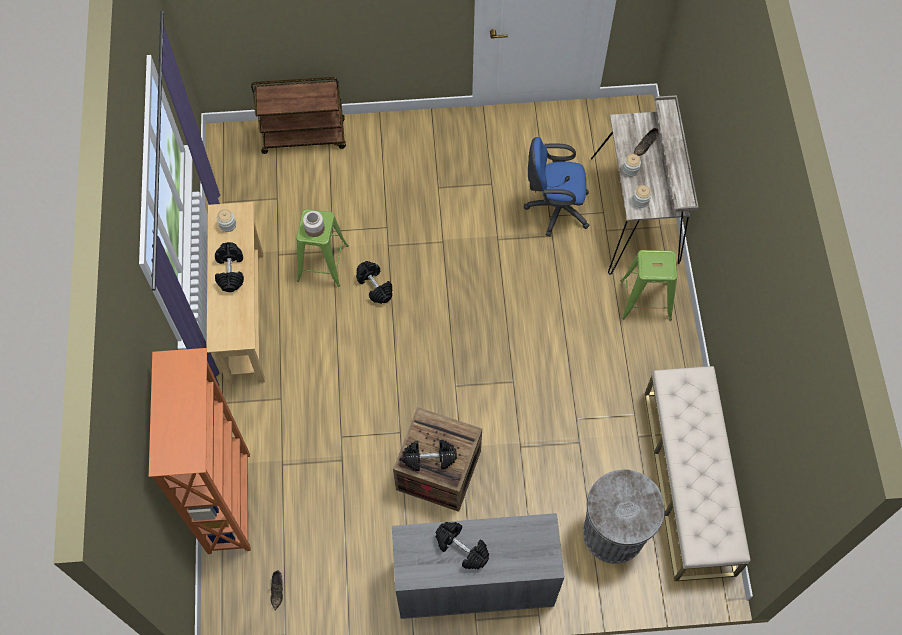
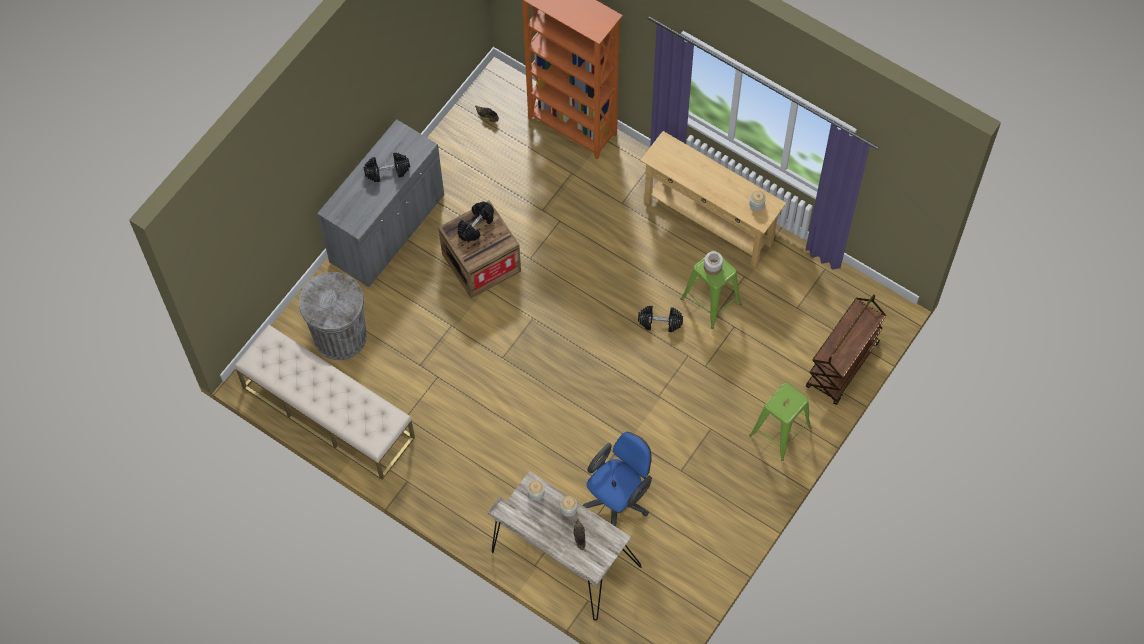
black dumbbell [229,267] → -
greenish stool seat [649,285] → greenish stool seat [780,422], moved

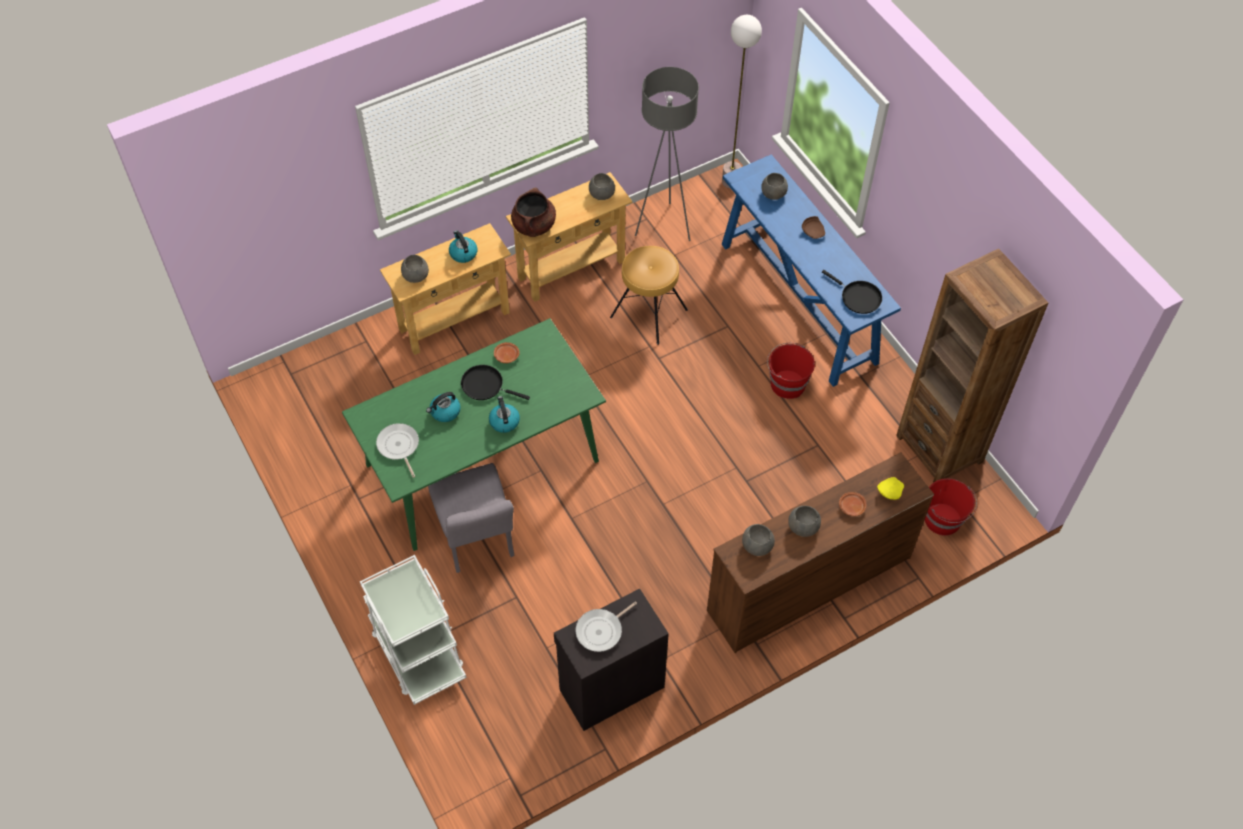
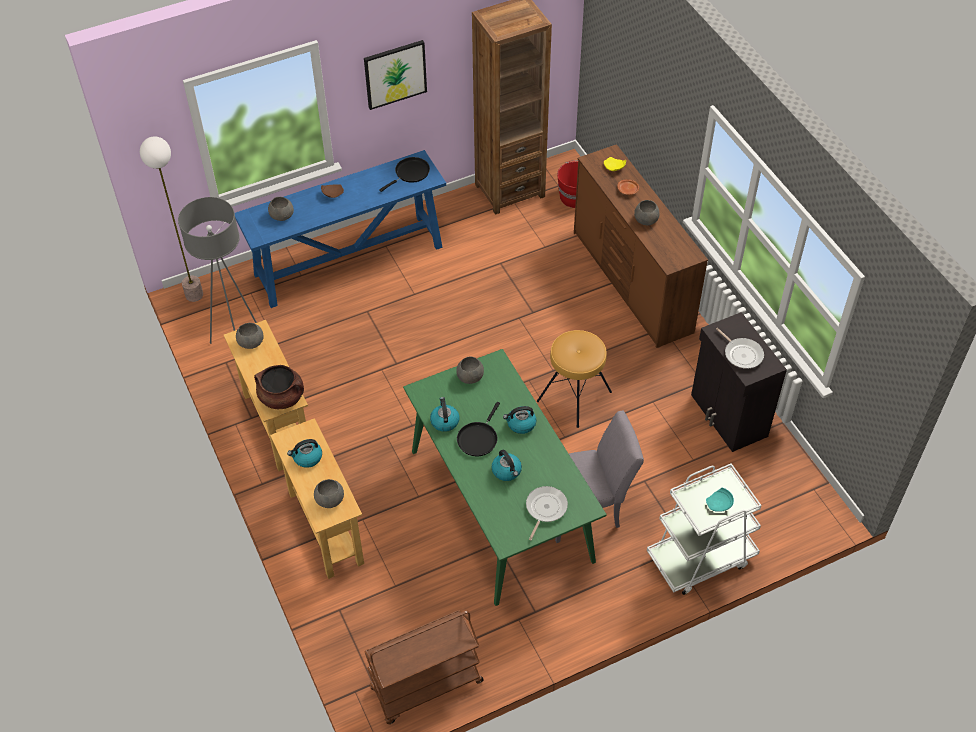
red-coloured water bucket [791,371] → -
- → wall art [395,75]
- → brown trolley [424,667]
- → turquoise flat dish [720,499]
brown stool seat [649,295] → brown stool seat [574,379], moved
greyish serving bowl [758,540] → greyish serving bowl [470,370], moved
brown flat dish [507,352] → kettle [444,414]
skillet [397,450] → skillet [547,513], 135 degrees clockwise

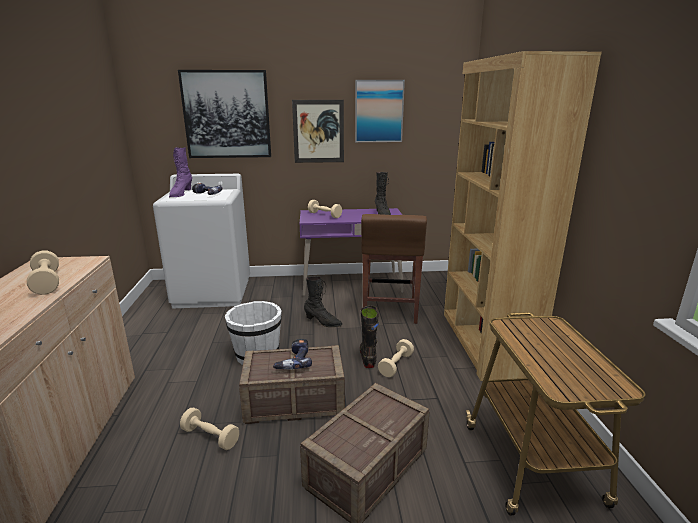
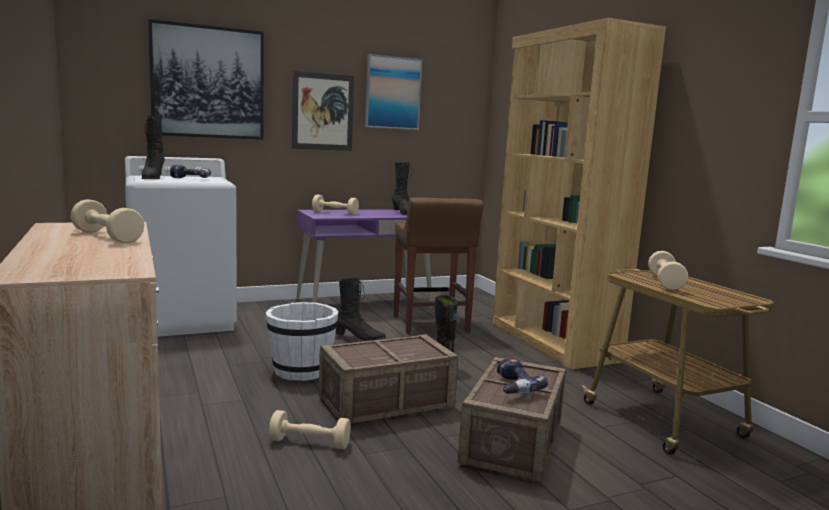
drill [292,354] → drill [522,376], moved
beige dumbbell [396,358] → beige dumbbell [668,270], moved
purple tall boot [180,172] → black tall boot [153,147]

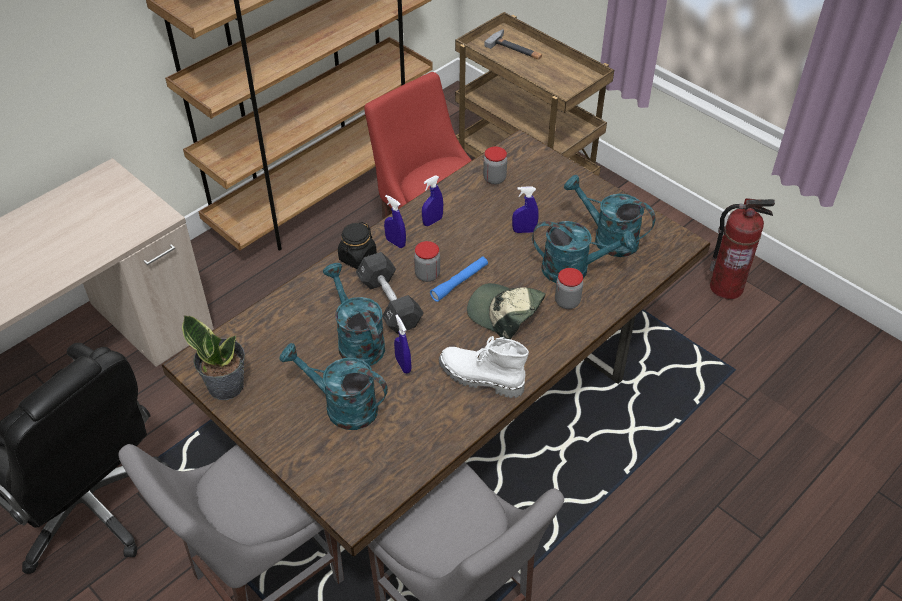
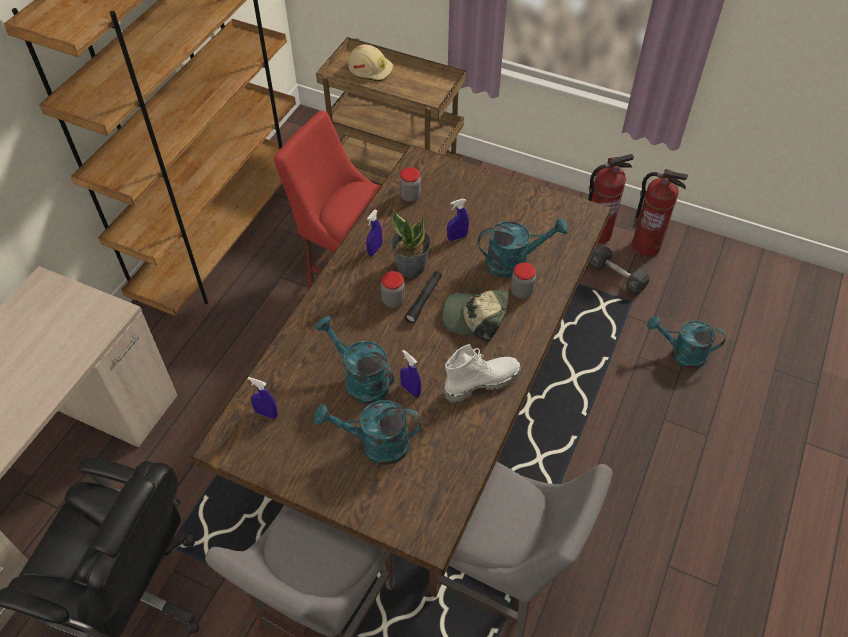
black preserve jar [357,245] → -
- → fire extinguisher [660,212]
plant in a pot [213,357] → plant in a pot [411,244], moved
black dumbbell [390,293] → black dumbbell [619,269], moved
blue-coloured hand sprayer [395,221] → blue-coloured hand sprayer [263,398], moved
turquoise watering pot [610,216] → turquoise watering pot [686,342], moved
tool hammer [513,44] → beige work helmet [370,63]
blue-coloured hand torch [459,279] → black hand torch [423,297]
whitish tall boot [484,367] → whitish tall boot [482,373], 150 degrees clockwise

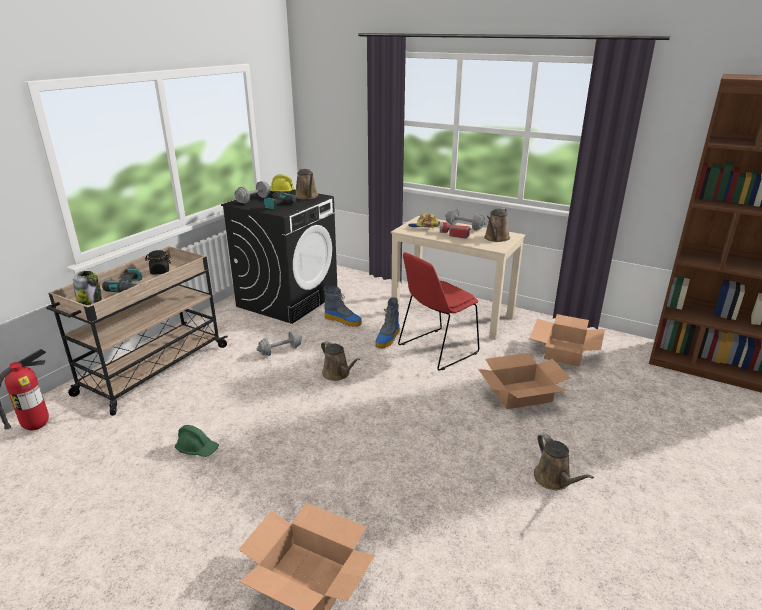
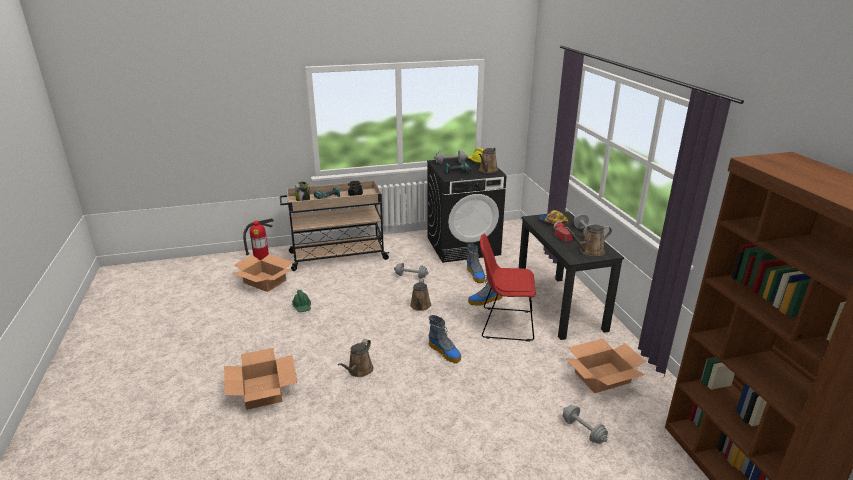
- → tall boot [445,339]
- → greyish dumbbell [585,424]
carton [524,381] → carton [263,273], moved
brown watering pot [564,461] → brown watering pot [355,358], moved
beige desk table [458,278] → black desk table [571,275]

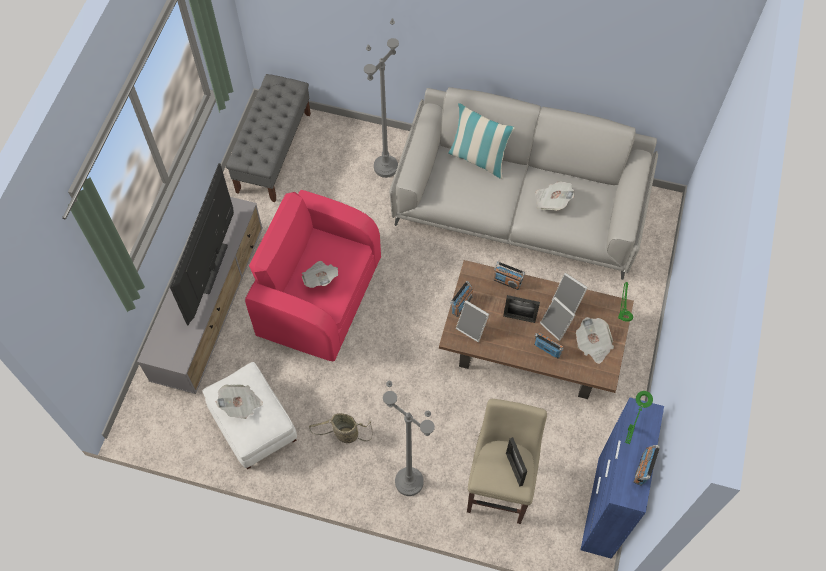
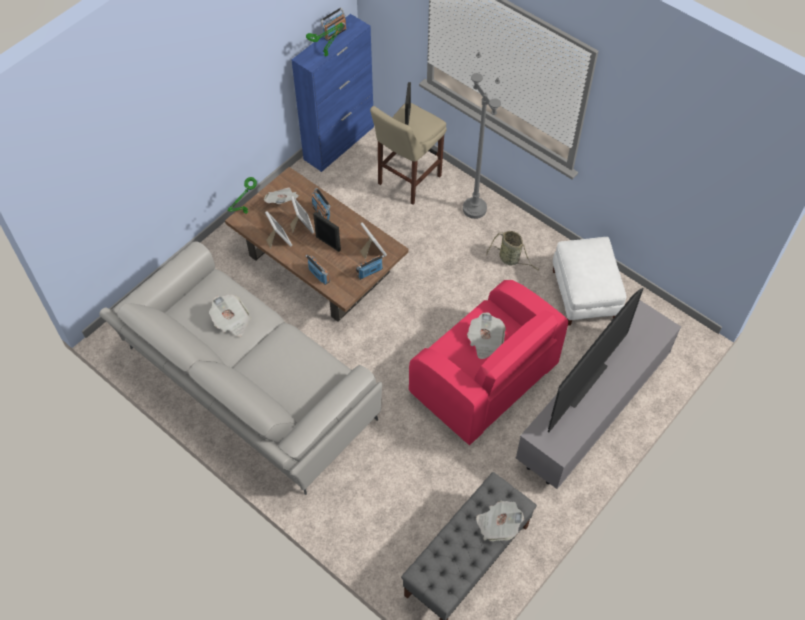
greyish standing lamp [381,98] → -
cushion [481,141] → -
daily paper [239,402] → daily paper [500,521], moved

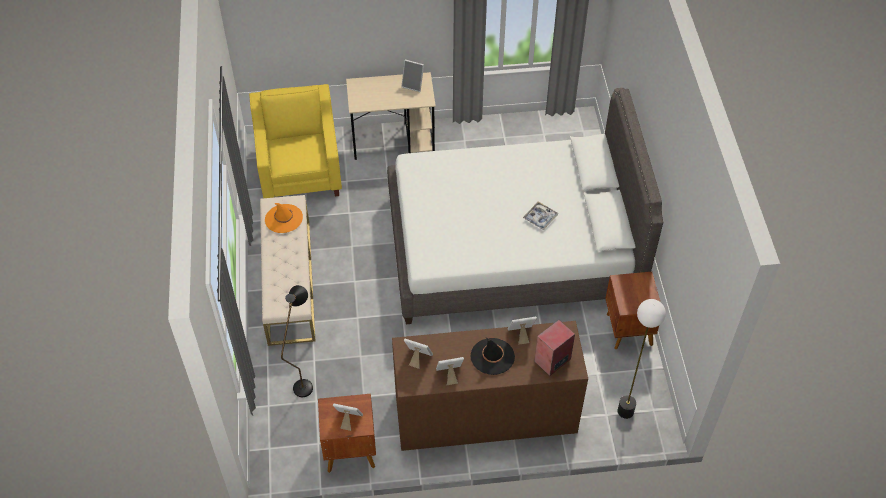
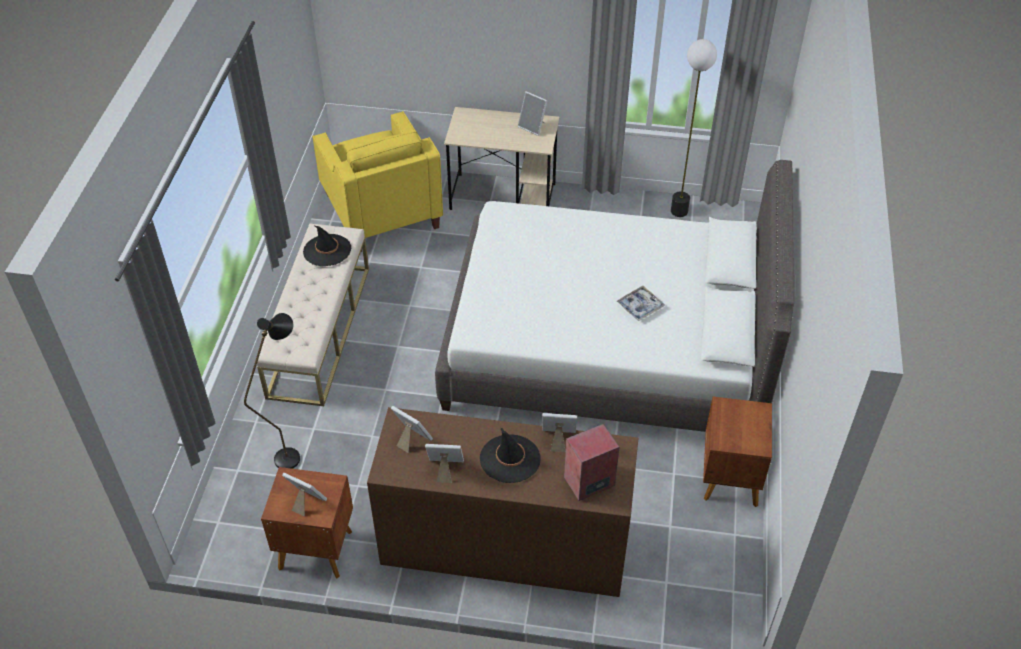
standing lamp [642,359] → standing lamp [694,128], moved
orange-coloured wearable hat [284,218] → black wearable hat [327,246]
yellow-coloured easy chair [295,141] → yellow-coloured easy chair [377,181], 150 degrees clockwise

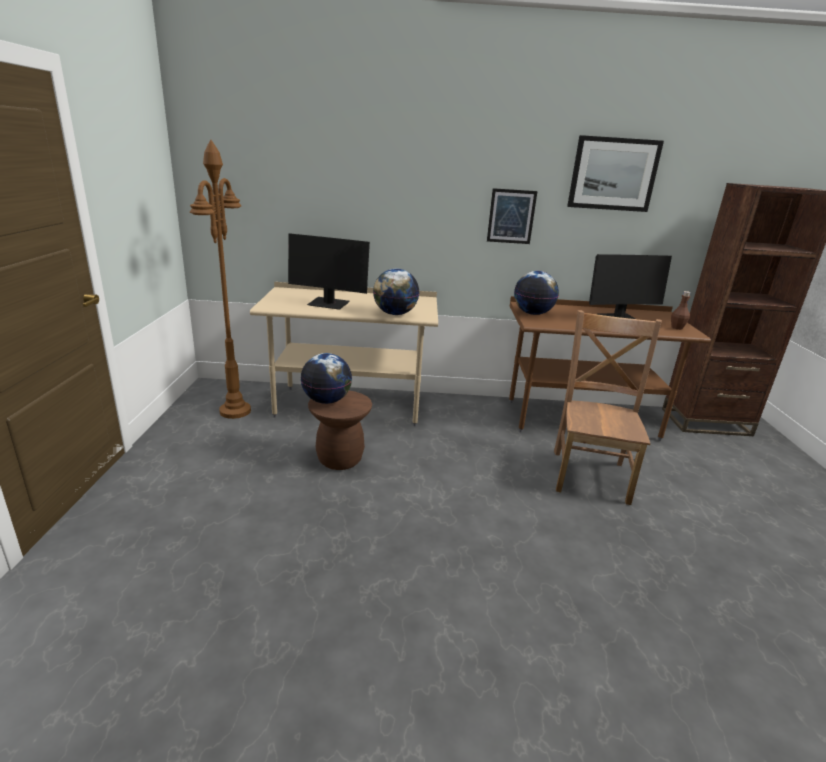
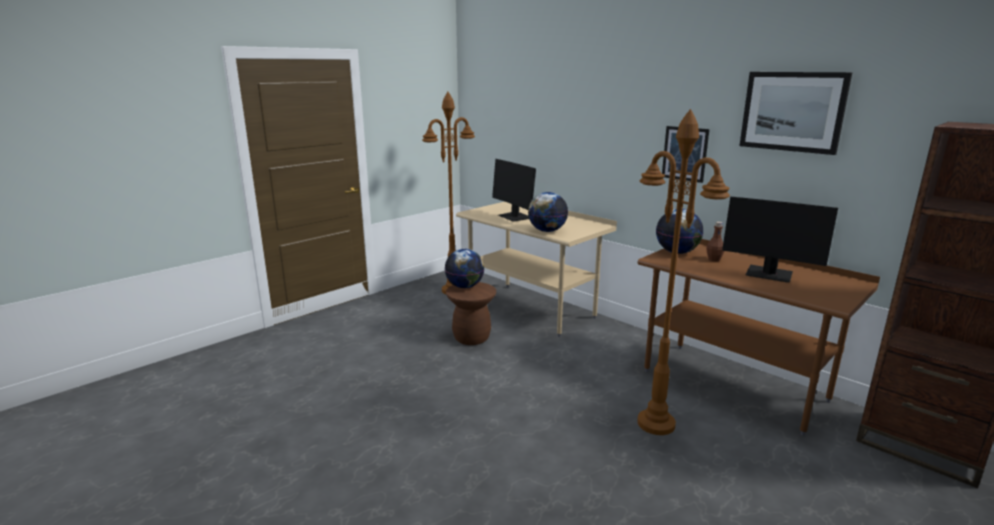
brown drink bottle [681,310] → brown drink bottle [715,242], moved
brown chair [608,407] → brown standing lamp [683,272]

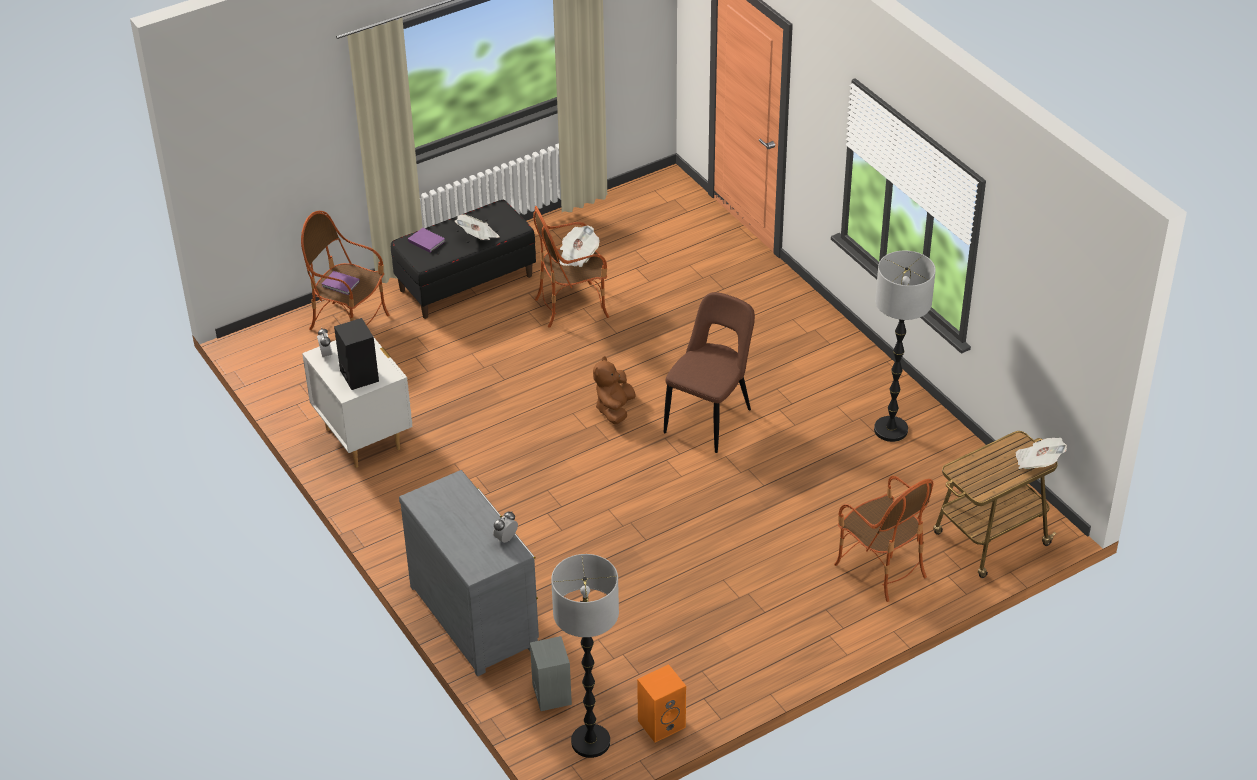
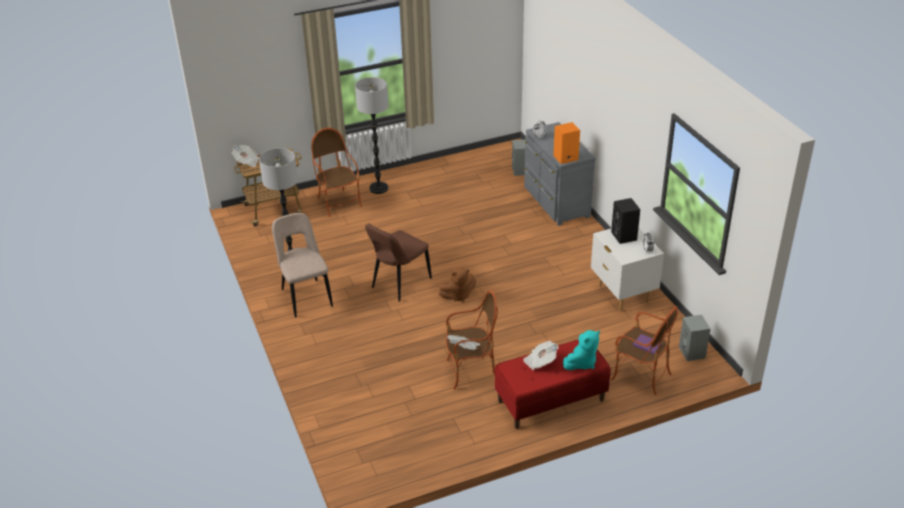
- → beige chair [302,265]
- → greyish loudspeaker [694,338]
standing lamp [585,656] → standing lamp [371,135], moved
orange-coloured loudspeaker [661,703] → orange-coloured loudspeaker [566,143], moved
purple bound book [426,240] → turquoise plush toy [581,350]
black indoor bench [463,259] → red-coloured indoor bench [553,384]
brown plush toy [614,390] → brown plush toy [457,285], 45 degrees clockwise

